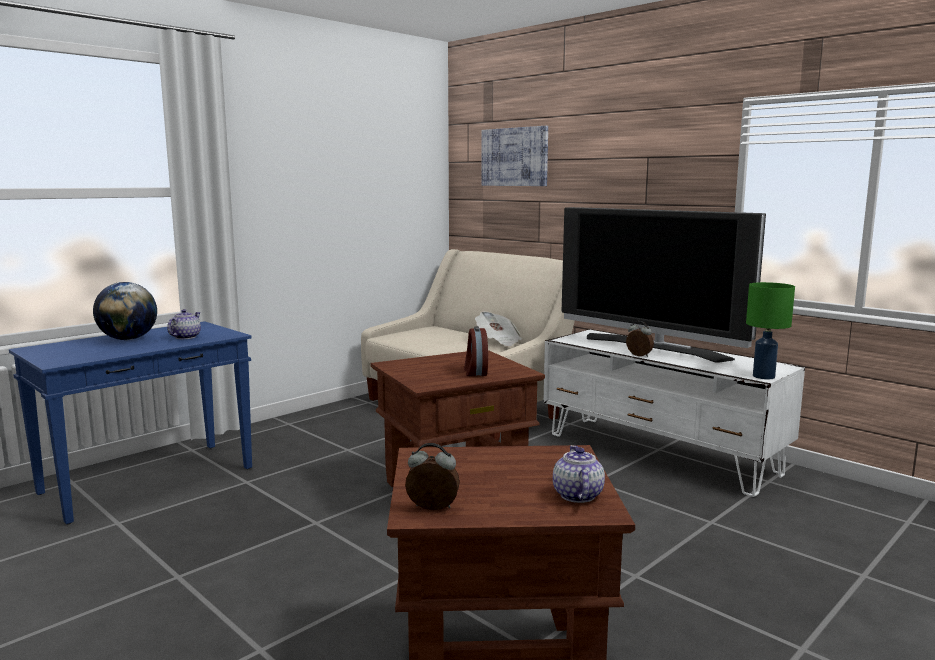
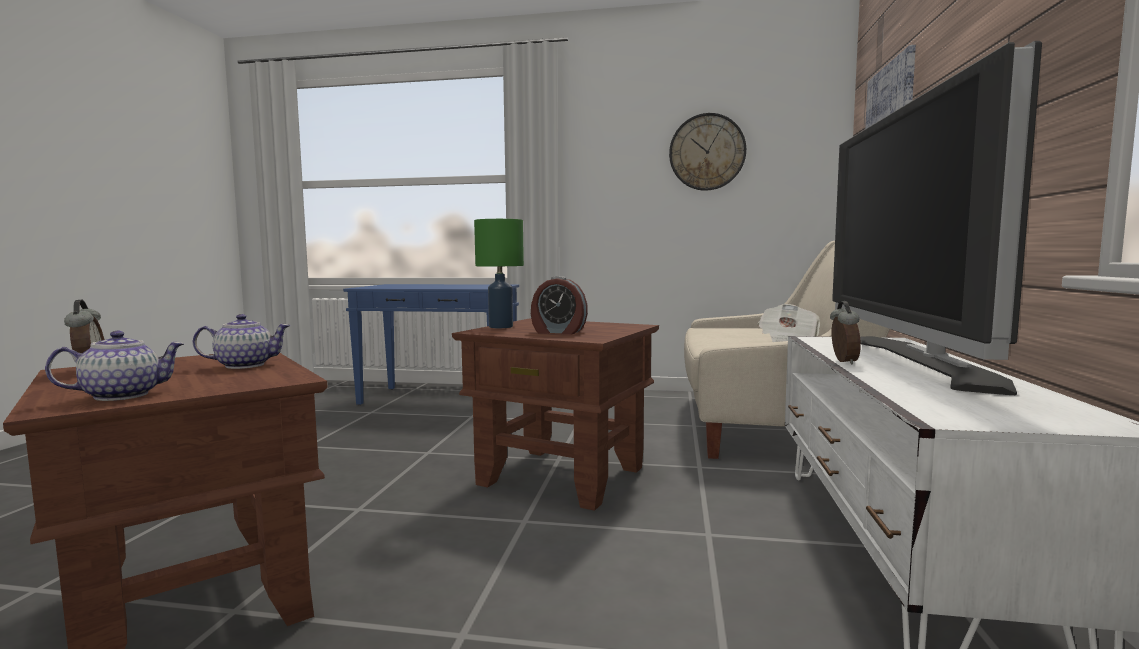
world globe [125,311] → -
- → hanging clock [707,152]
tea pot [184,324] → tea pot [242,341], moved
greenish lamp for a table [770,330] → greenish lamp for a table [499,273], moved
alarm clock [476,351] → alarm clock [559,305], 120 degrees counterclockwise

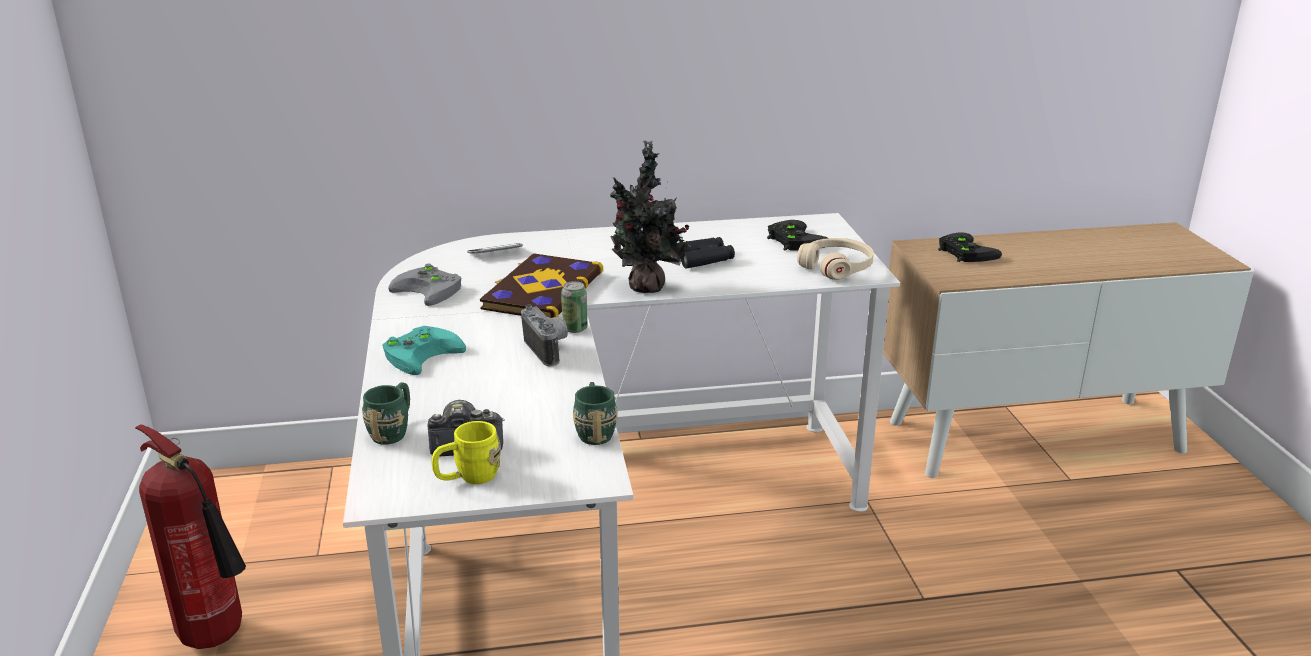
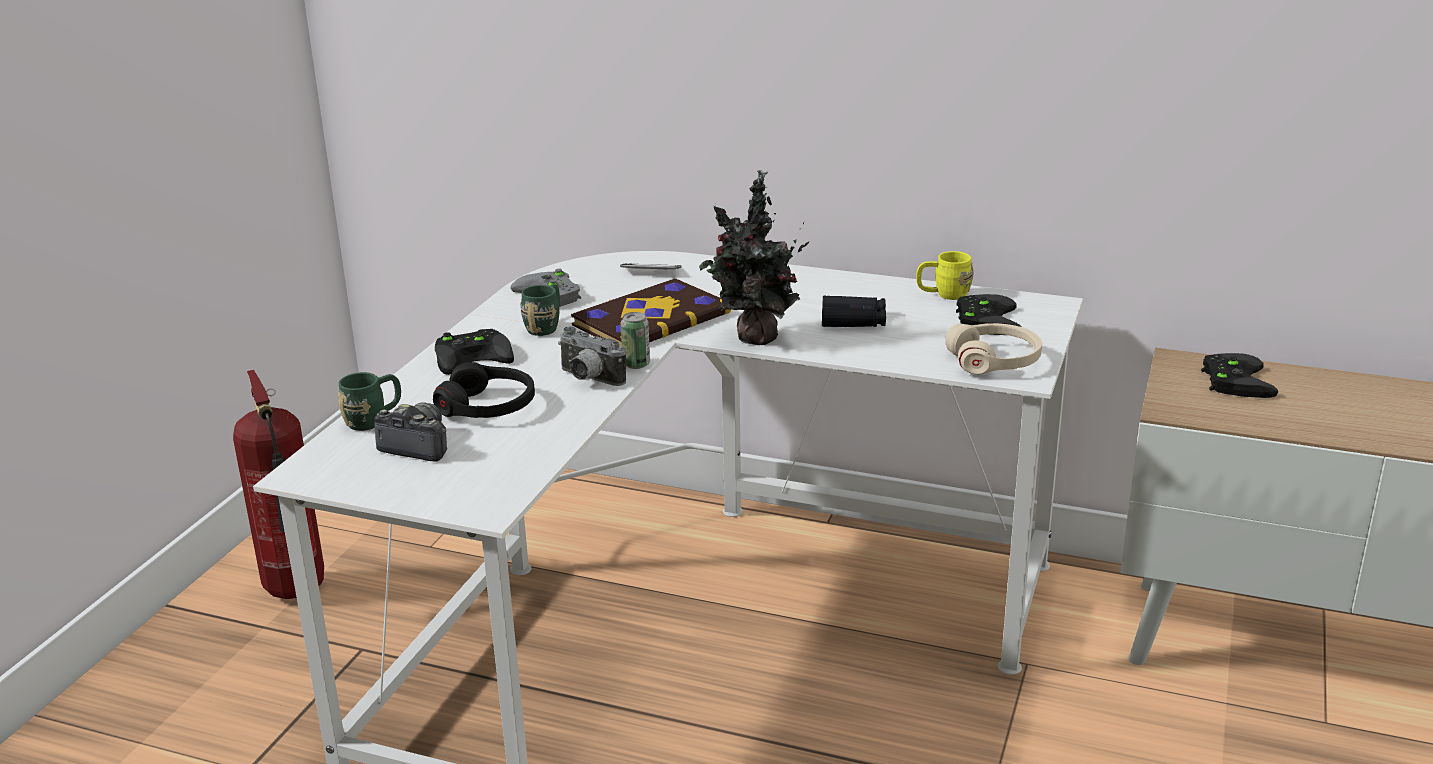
- → black headphones [484,390]
yellow-coloured tea mug [466,452] → yellow-coloured tea mug [944,275], moved
greenish tea mug [595,413] → greenish tea mug [540,310], moved
turquoise joypad [424,350] → black joypad [474,352]
still camera [544,335] → still camera [592,356], 120 degrees clockwise

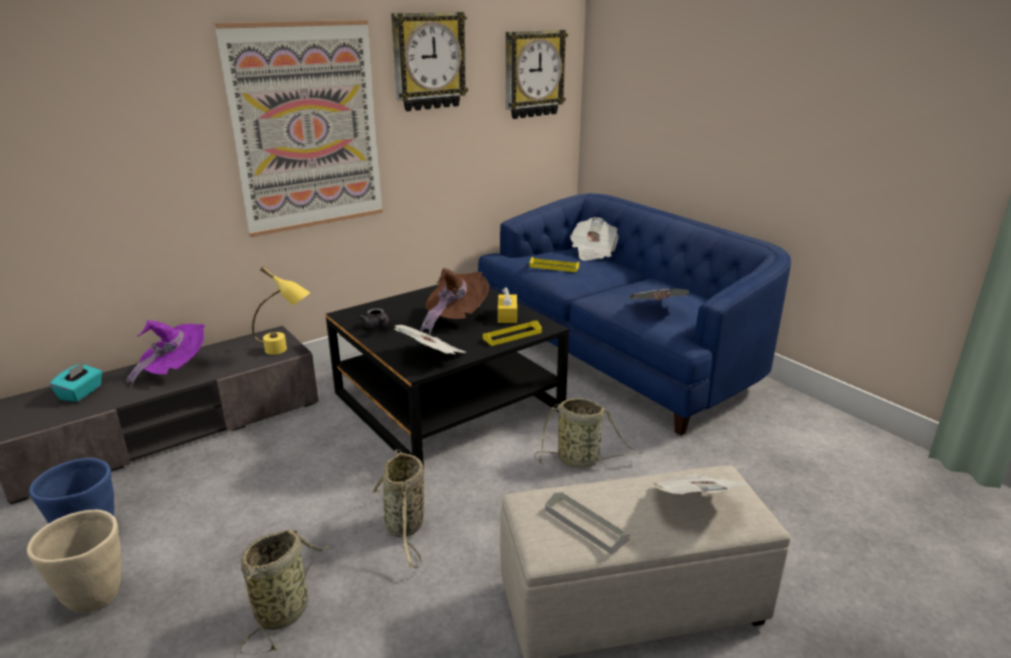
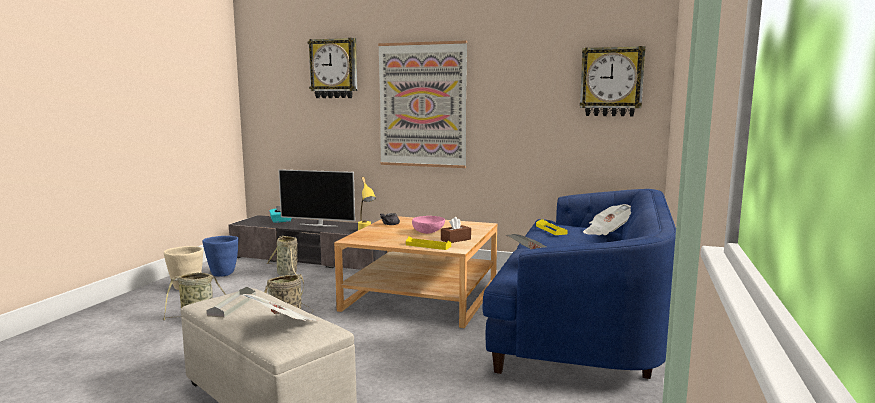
daily paper [430,340] → -
hanging clock [429,61] → hanging clock [332,68], moved
household basket [588,433] → household basket [284,257], moved
purple wearable hat [165,353] → TV [316,198]
brown wearable hat [454,301] → pink-coloured serving bowl [428,225]
black coffee table [447,376] → beige coffee table [415,272]
yellow-coloured box of tissues [507,305] → brown box of tissues [456,230]

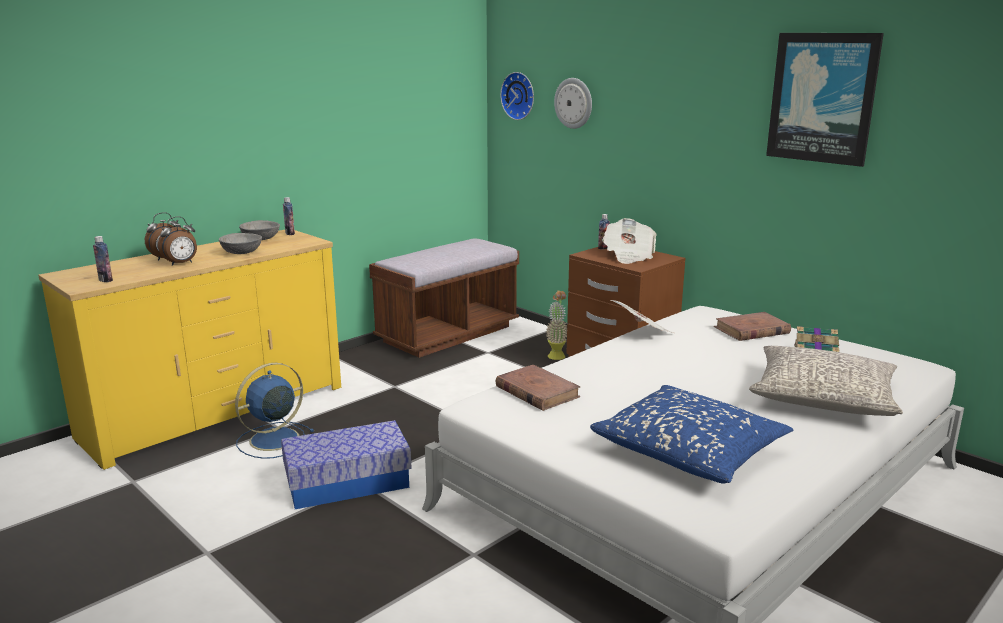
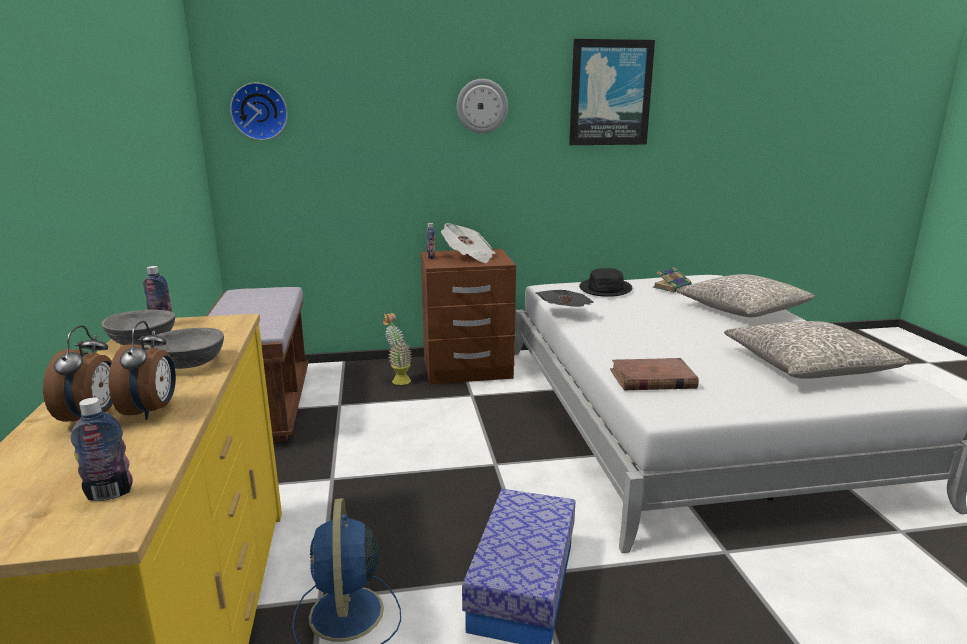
hanging clock [573,103] → hanging clock [482,106], moved
brown bound book [752,326] → black wearable hat [605,282]
blue-coloured cushion [691,434] → greyish cushion [817,350]

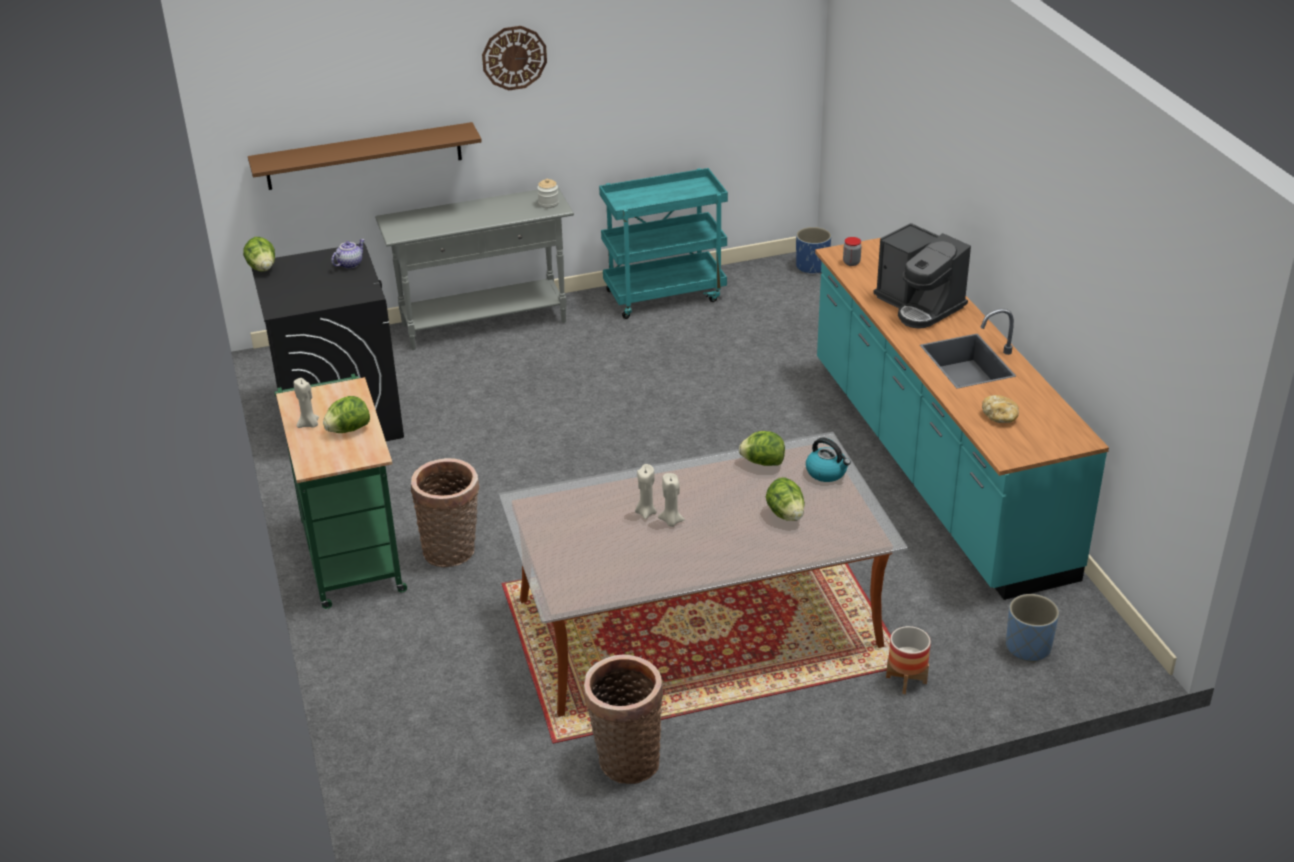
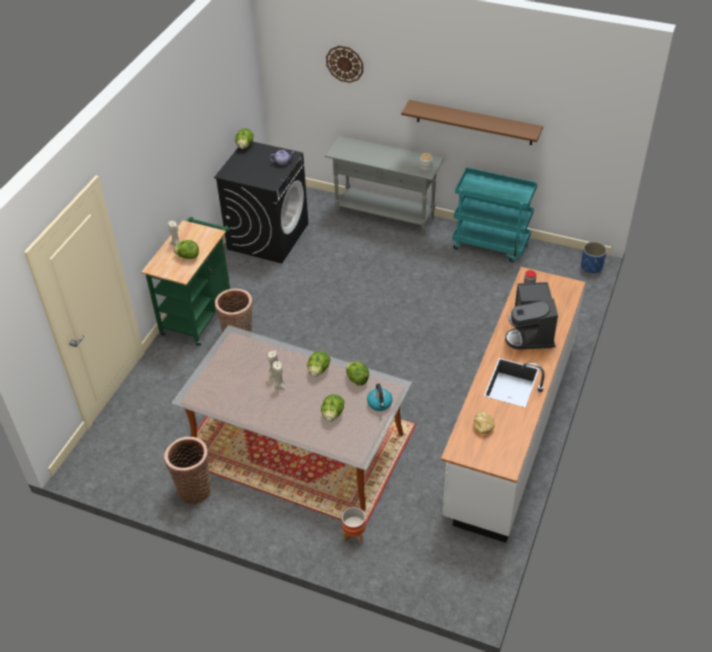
blue-coloured planter [1032,628] → -
- → lettuce [318,364]
brown shelf [365,156] → brown shelf [472,122], moved
hanging clock [514,58] → hanging clock [344,64], moved
turquoise counter [962,419] → whitish counter [513,405]

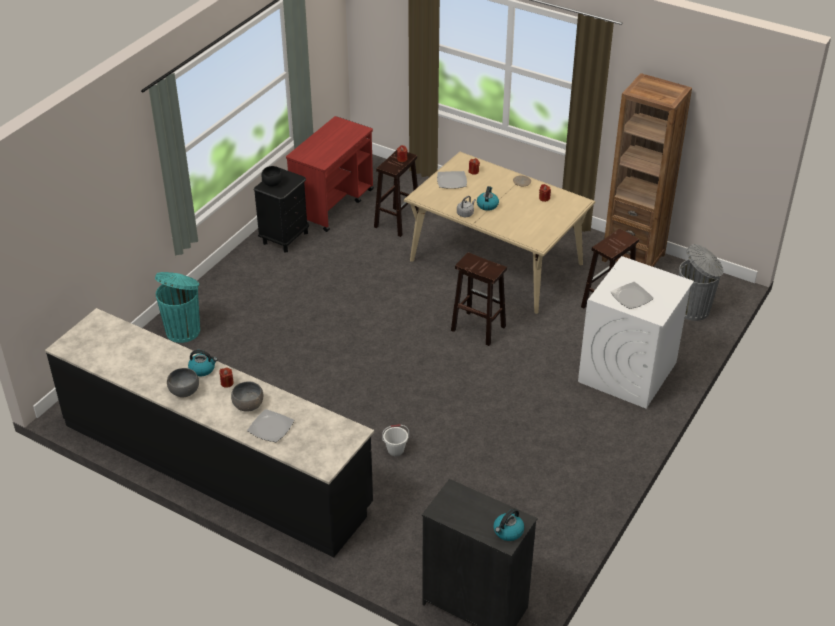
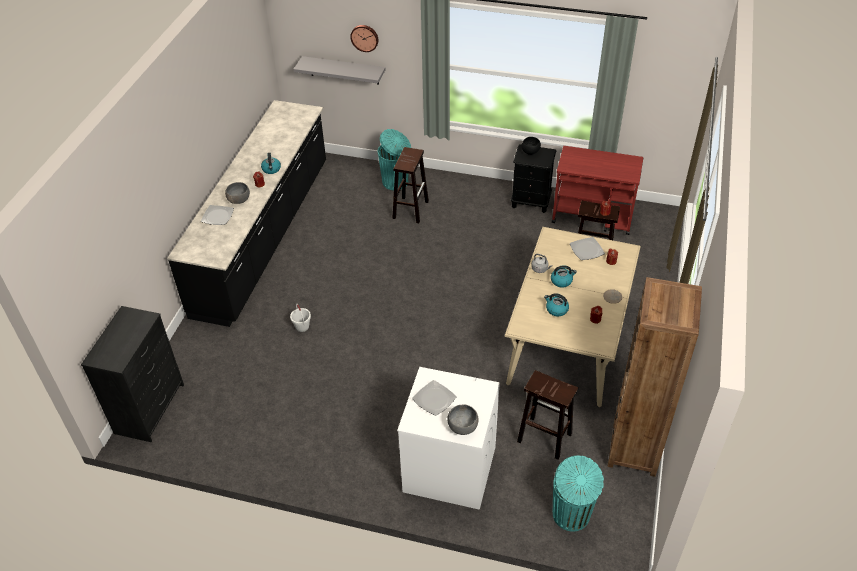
- → greyish shelf [339,70]
- → hanging clock [364,38]
greyish serving bowl [183,382] → greyish serving bowl [463,420], moved
brown stool seat [479,299] → brown stool seat [410,185], moved
kettle [509,525] → kettle [556,305], moved
greyish trash can [701,282] → turquoise trash can [578,493]

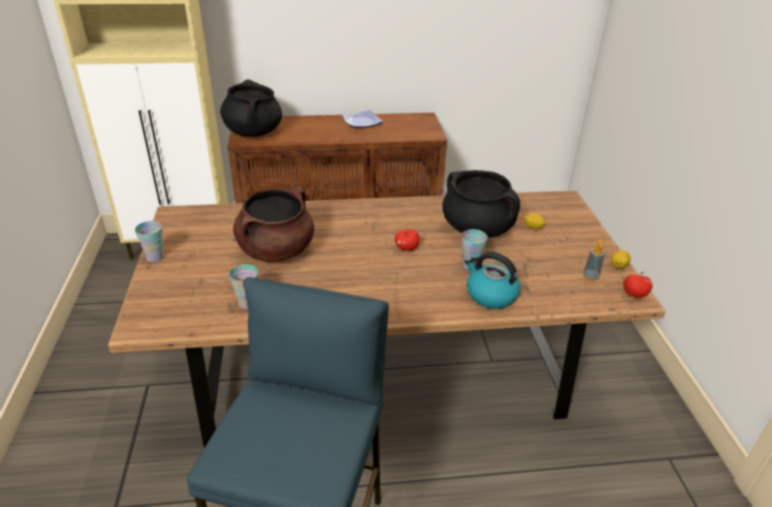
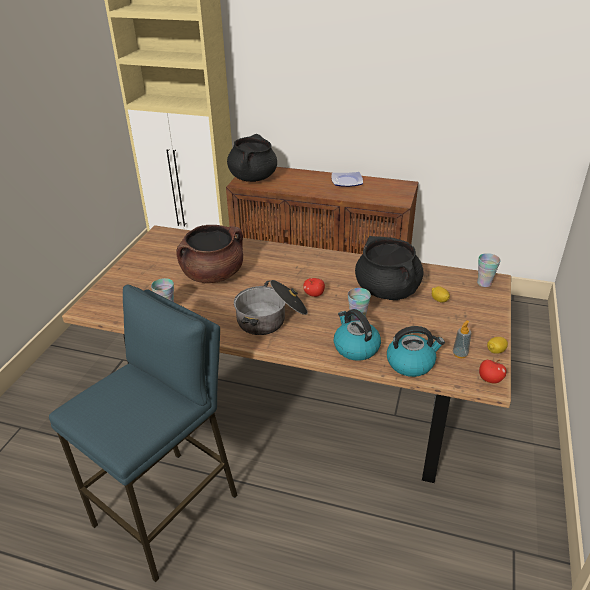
- → cooking pot [271,307]
- → kettle [416,351]
cup [149,241] → cup [489,270], moved

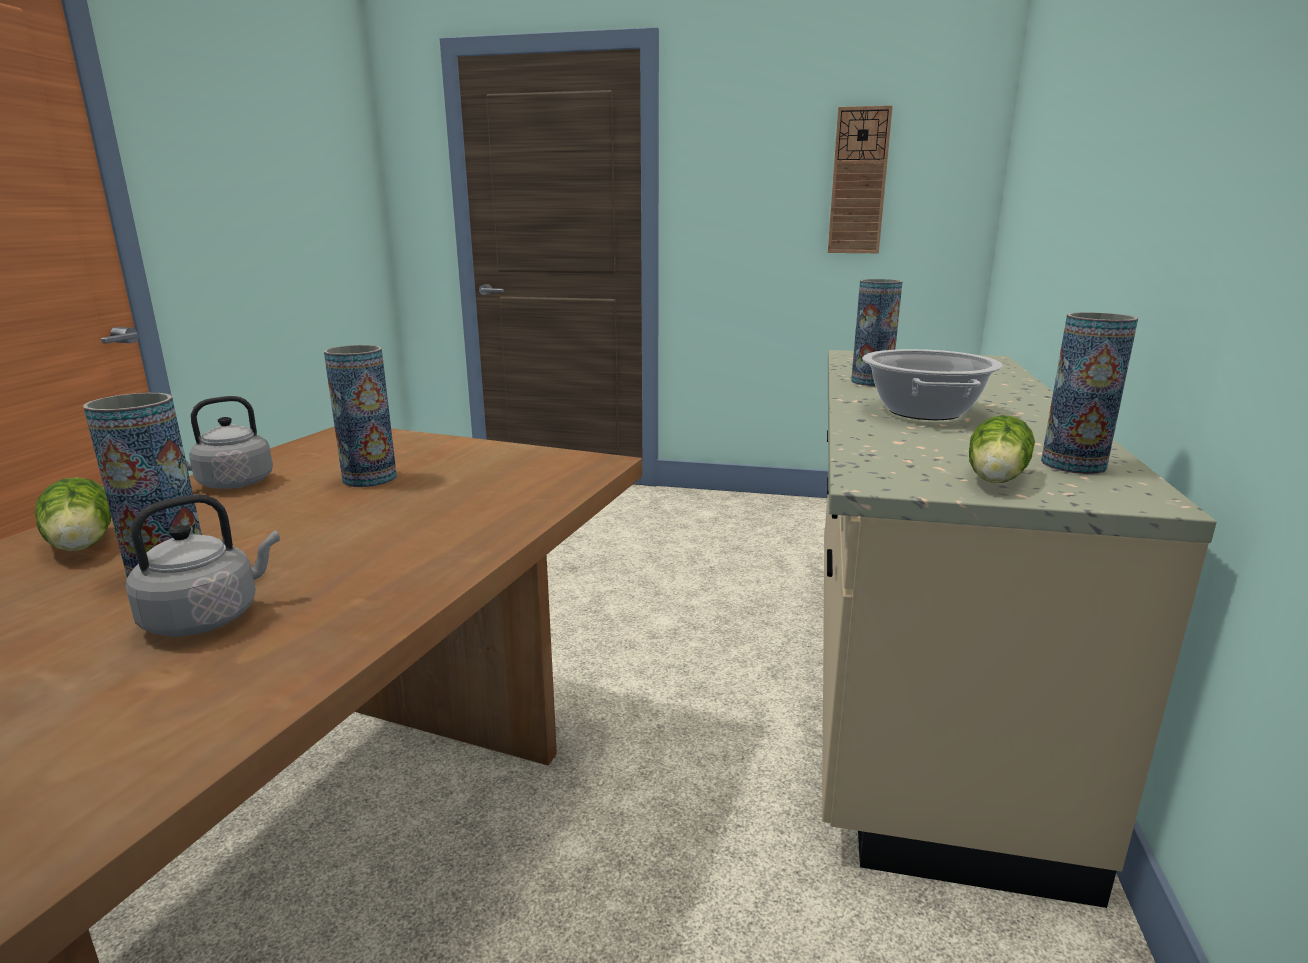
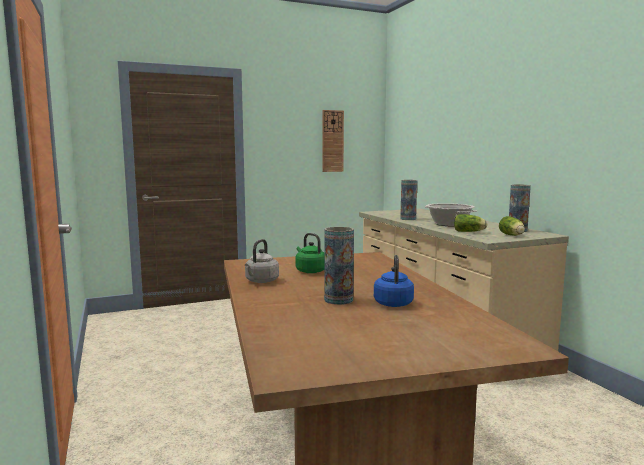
lettuce [73,514] → lettuce [470,223], moved
flower vase [360,416] → greenish kettle [309,253]
greyish kettle [203,565] → blue-coloured kettle [394,281]

